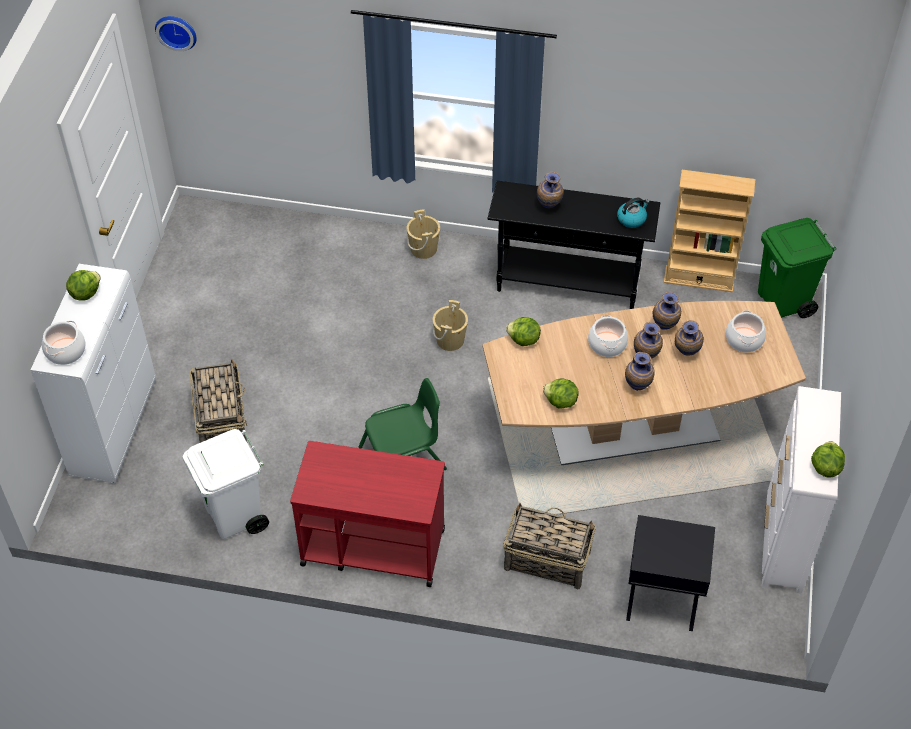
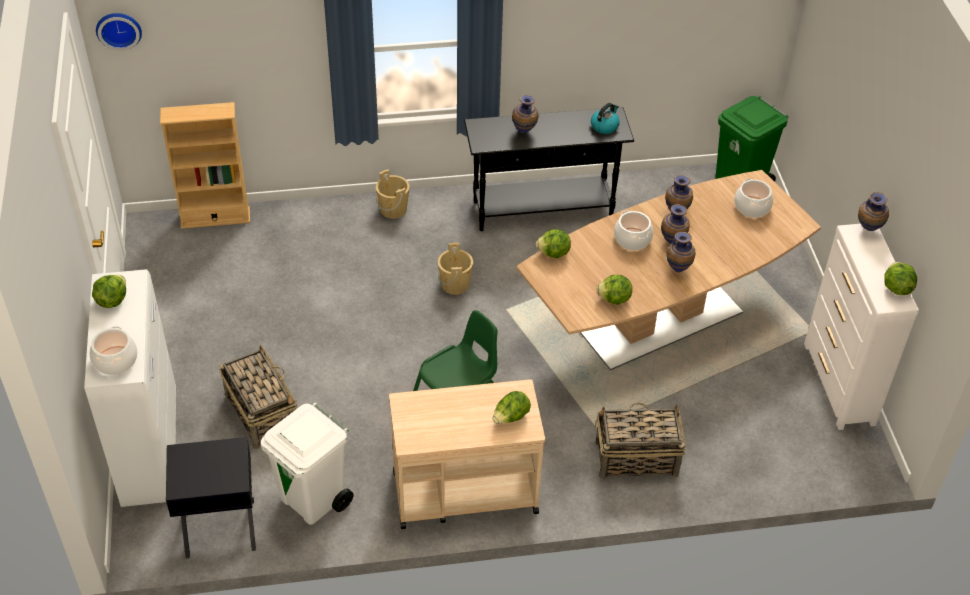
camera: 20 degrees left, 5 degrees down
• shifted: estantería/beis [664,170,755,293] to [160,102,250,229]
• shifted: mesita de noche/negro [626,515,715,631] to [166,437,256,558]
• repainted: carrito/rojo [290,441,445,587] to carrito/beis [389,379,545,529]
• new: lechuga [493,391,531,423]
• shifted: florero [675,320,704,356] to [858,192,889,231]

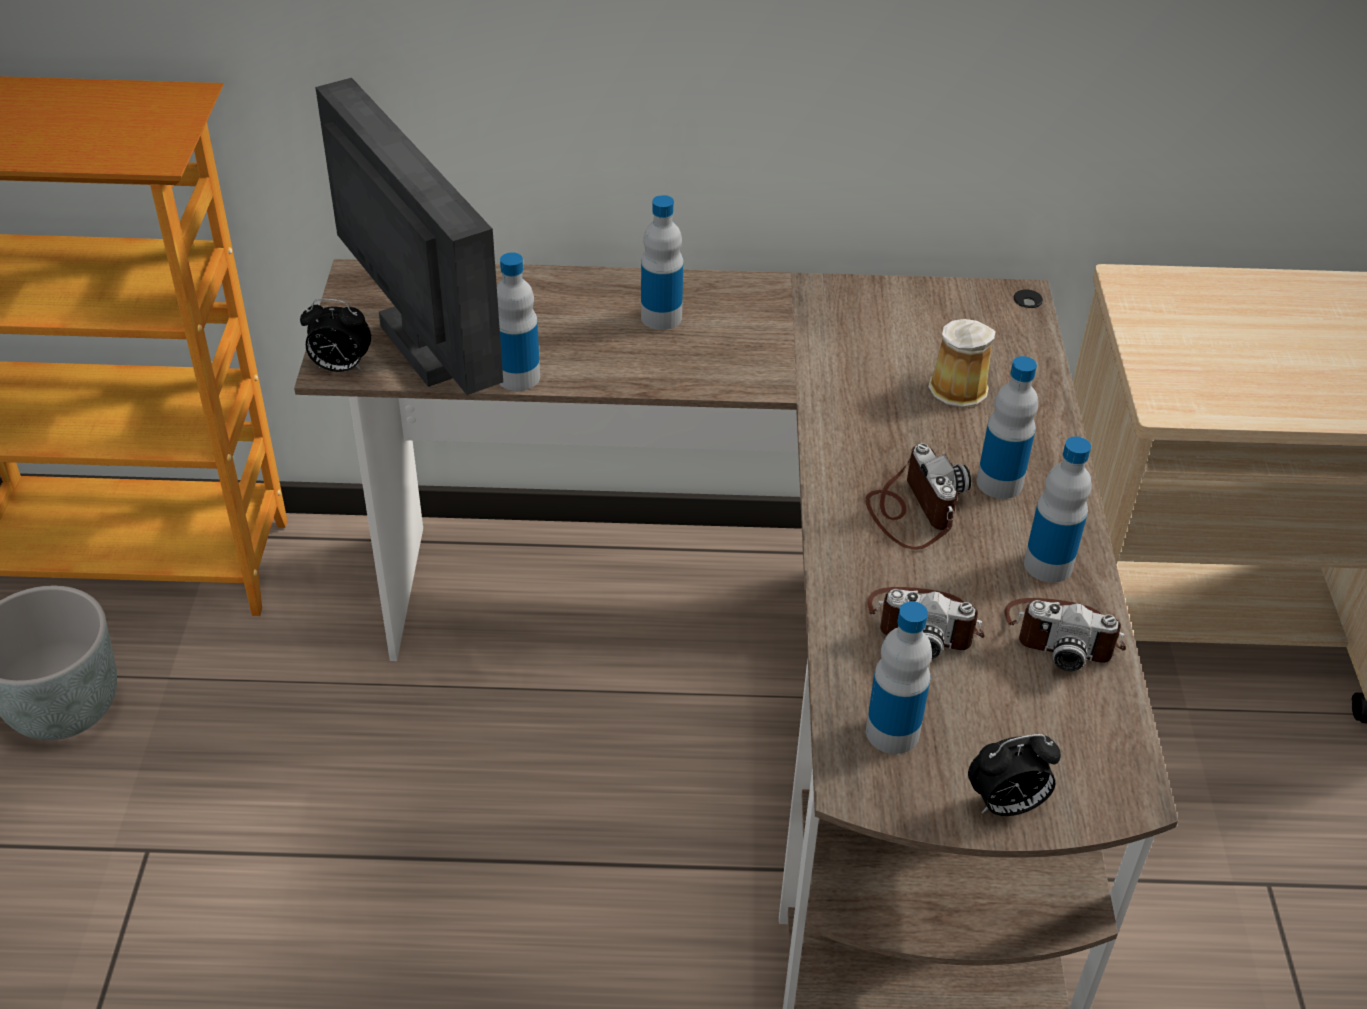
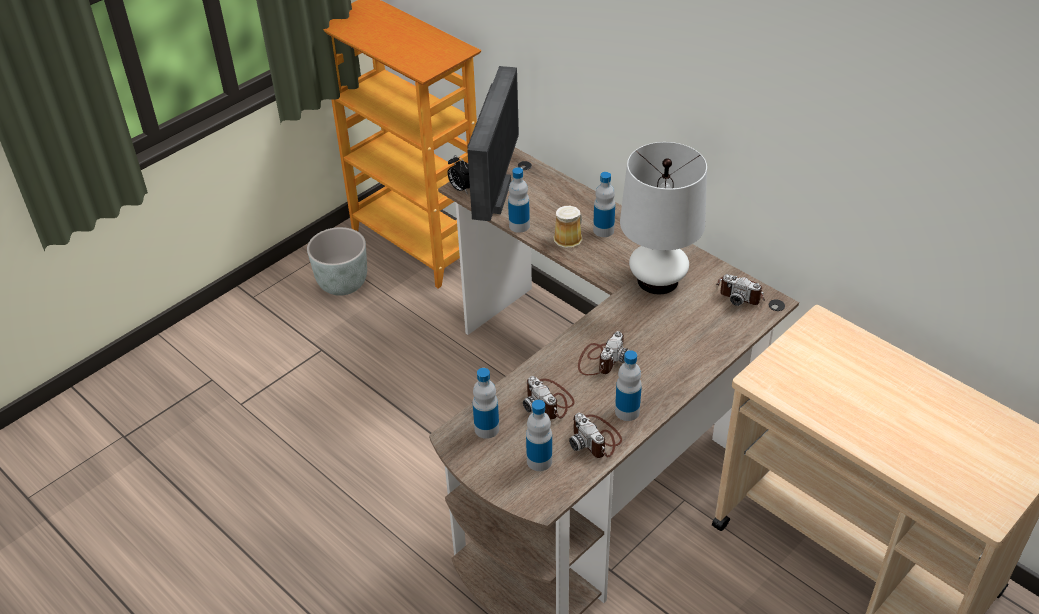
camera: 45 degrees right, 0 degrees up
• shifted: botella [977,356,1038,499] to [526,400,552,471]
• shifted: taza grande [928,319,996,407] to [554,206,583,248]
• new: lámpara de mesa/blanco [620,142,707,294]
• new: cámara [716,274,765,306]
• gone: despertador [968,734,1061,816]

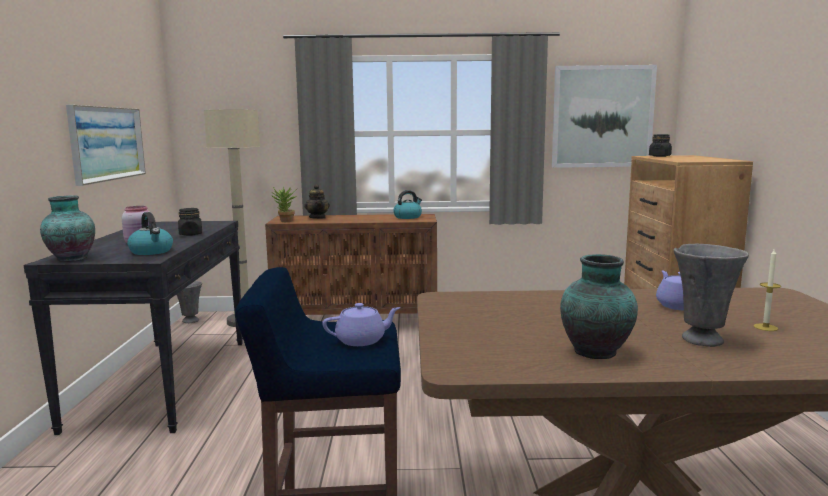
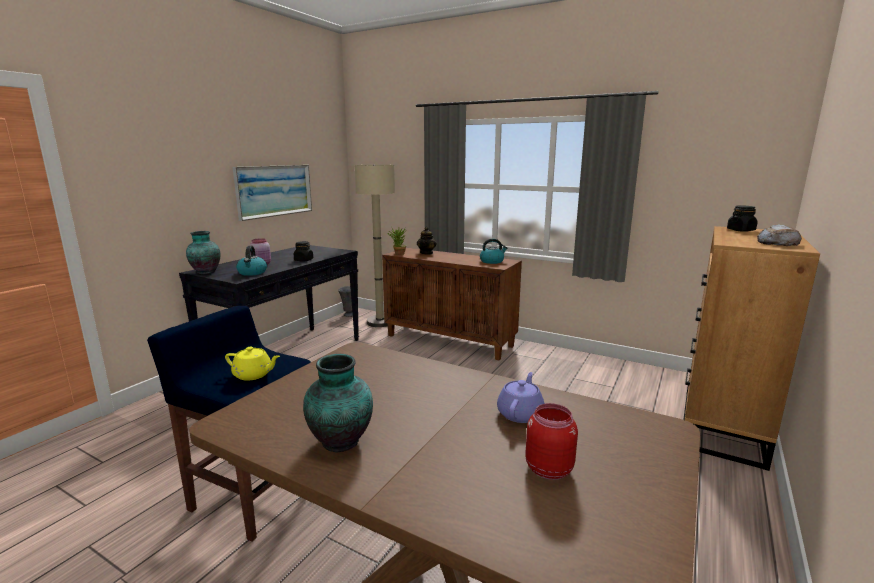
camera: 30 degrees right, 5 degrees up
• repainted: tetera/morado [322,303,400,346] to tetera/amarillo [225,347,280,381]
• swapped: vela [753,248,781,331] to tarro/rojo [526,403,578,480]
• new: pan [757,224,802,246]
• gone: cuadro [552,65,657,168]
• gone: florero/gris [674,244,749,347]

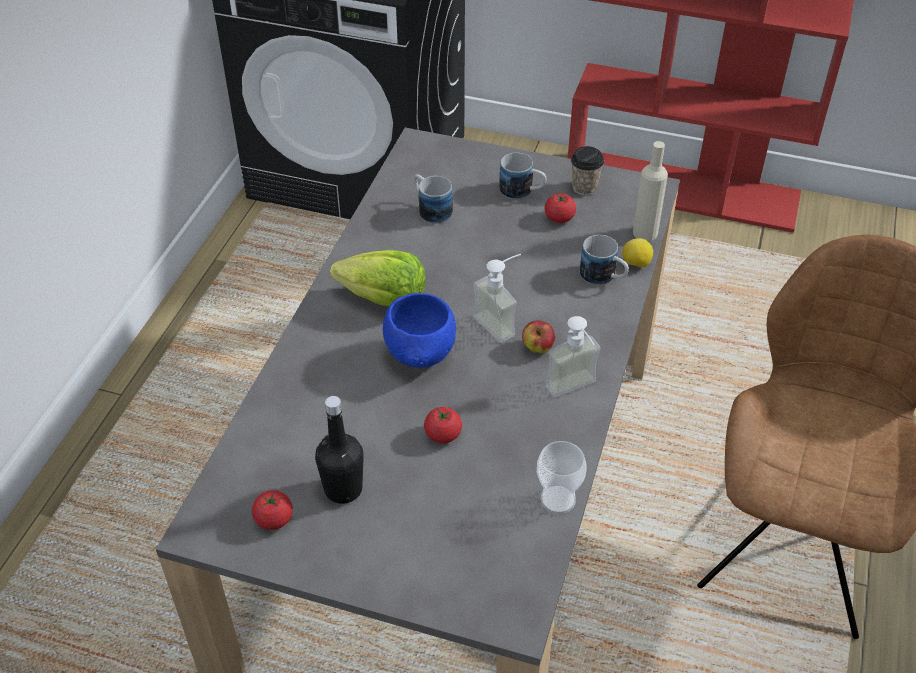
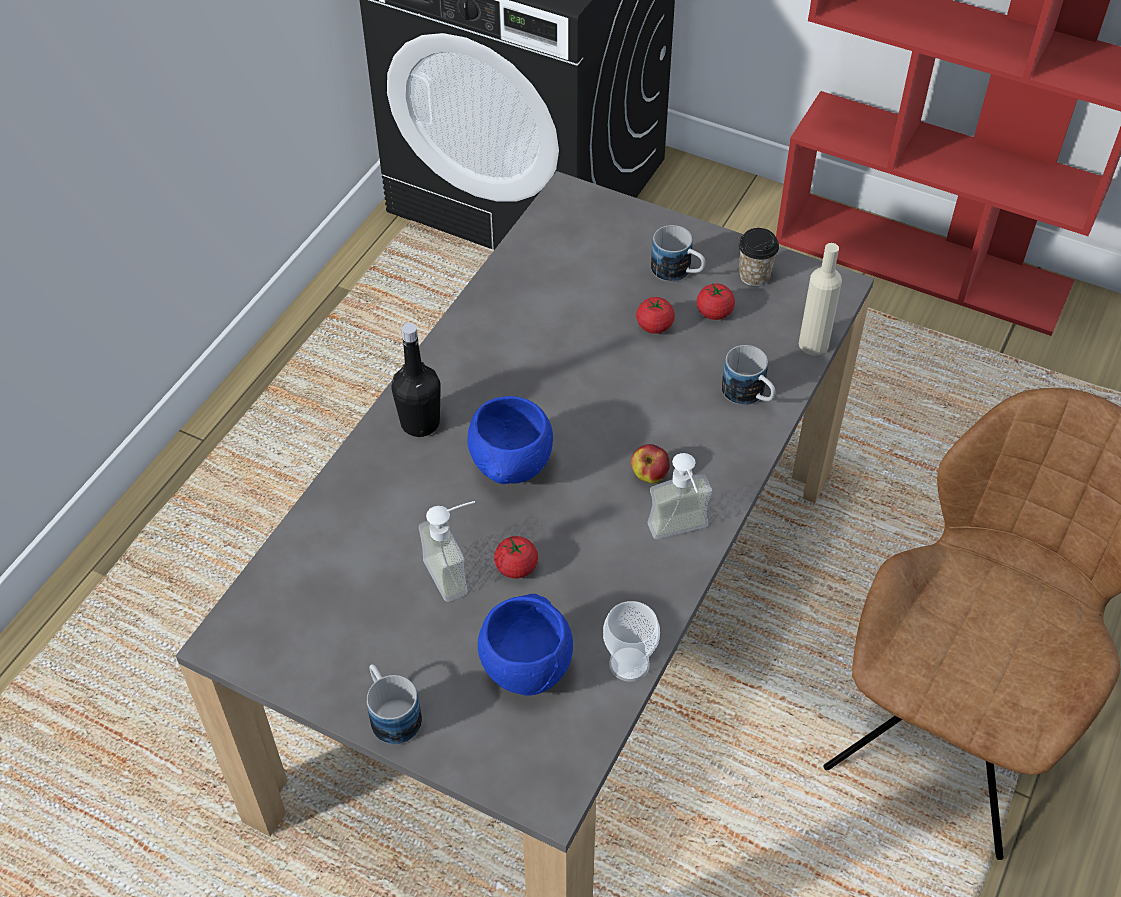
camera: 10 degrees right, 5 degrees up
• shifted: taza grande [414,174,453,224] to [367,664,422,744]
• shifted: botella/negro [315,396,364,504] to [391,323,441,437]
• shifted: dispensador de jabón [473,254,521,343] to [419,501,475,602]
• new: cuenco/azul [478,594,573,696]
• shifted: tomate [252,490,293,530] to [636,297,675,334]
• gone: lechuga [330,250,426,307]
• gone: limón [622,238,653,268]

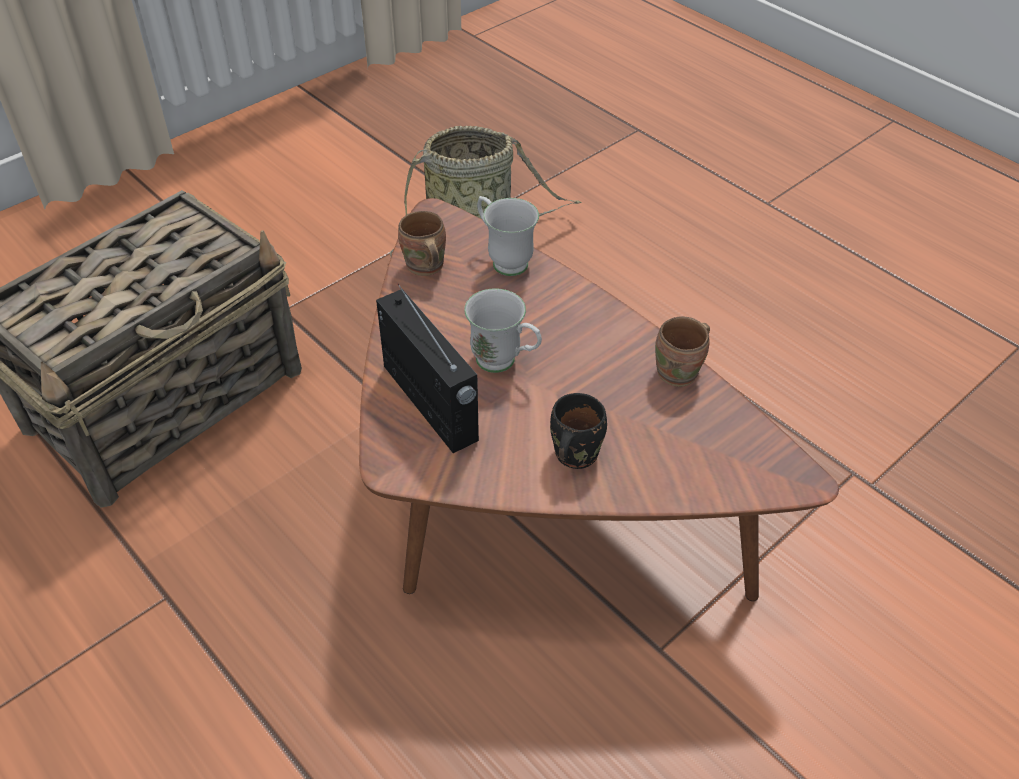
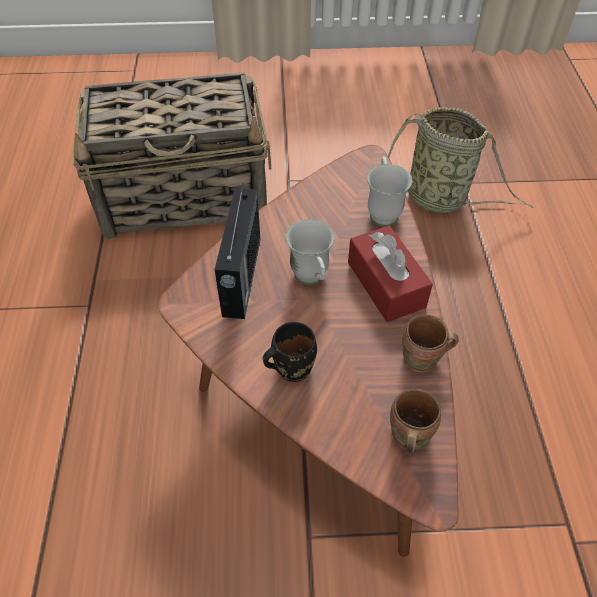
camera: 40 degrees right, 5 degrees up
• new: caja de pañuelos/rojo [348,226,433,322]
• shifted: taza grande/marrón [398,211,446,276] to [390,389,441,453]

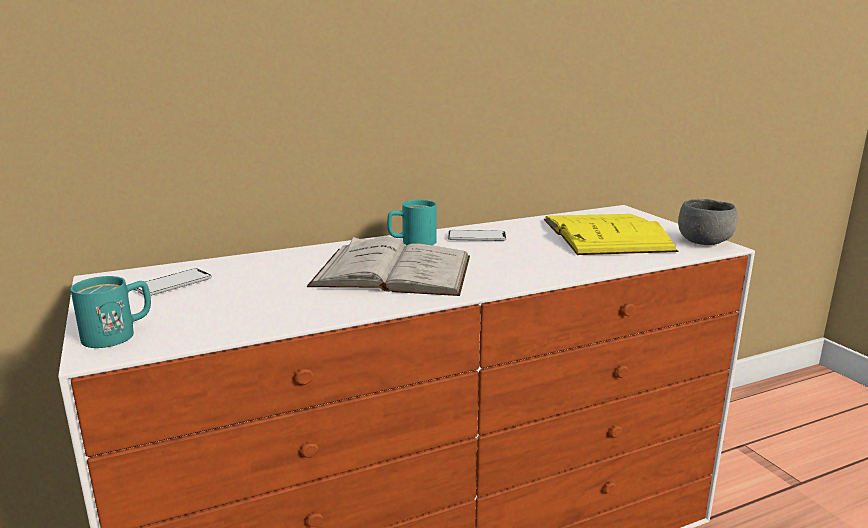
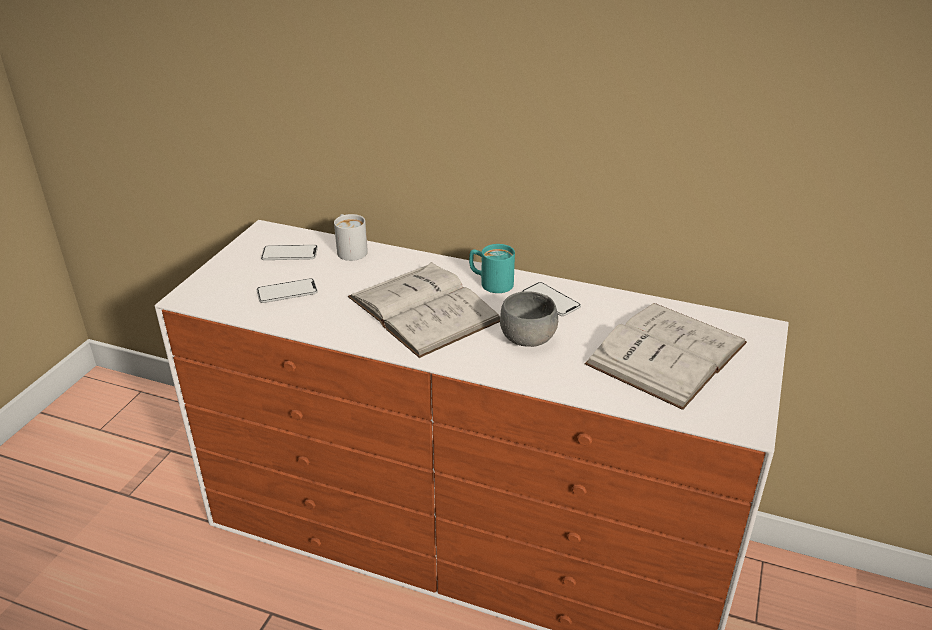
camera: 45 degrees right, 15 degrees up
• new: móvil [257,278,318,303]
• new: taza grande/blanco [334,214,368,261]
• shifted: cuenco/gris [678,198,738,245] to [500,291,558,347]
• repainted: libro/amarillo [544,214,678,255] to libro/blanco [585,303,747,410]
• gone: taza grande/turquesa [70,276,151,348]

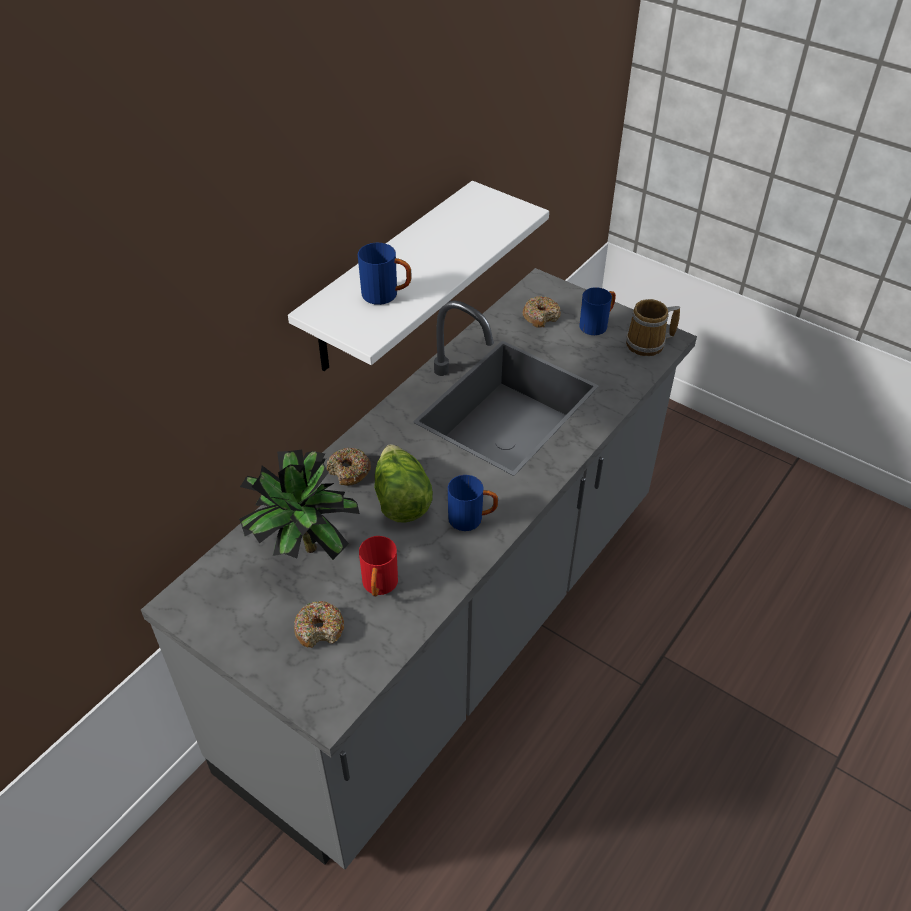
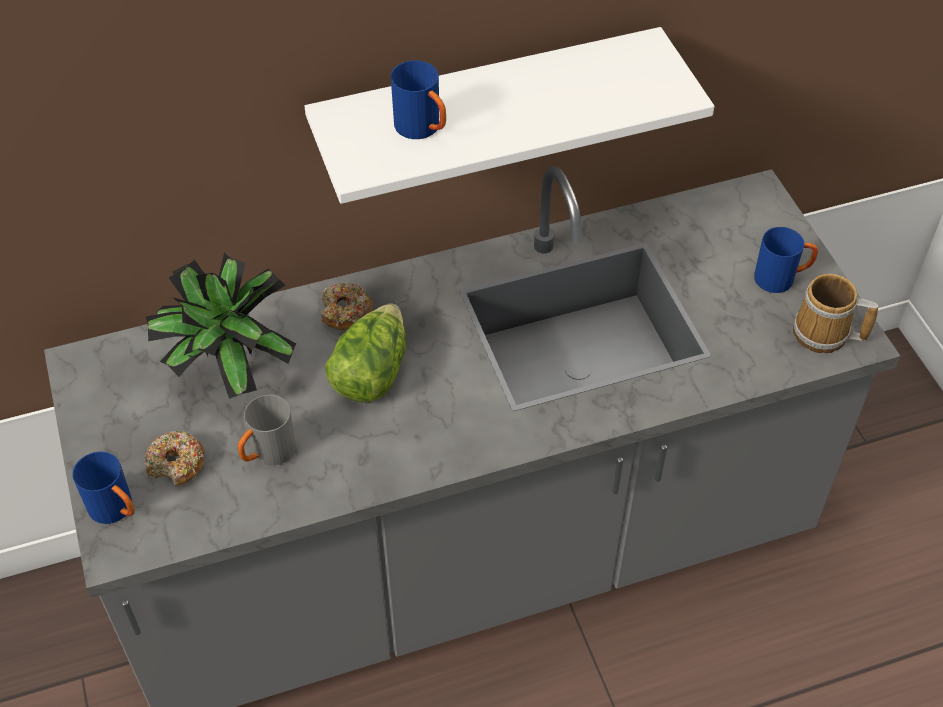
camera: 35 degrees right, 5 degrees up
• shifted: taza grande/azul [448,475,498,531] to [73,452,135,524]
• repainted: taza grande/rojo [359,536,398,597] to taza grande/gris [238,395,296,465]
• gone: rosquilla [523,296,561,328]

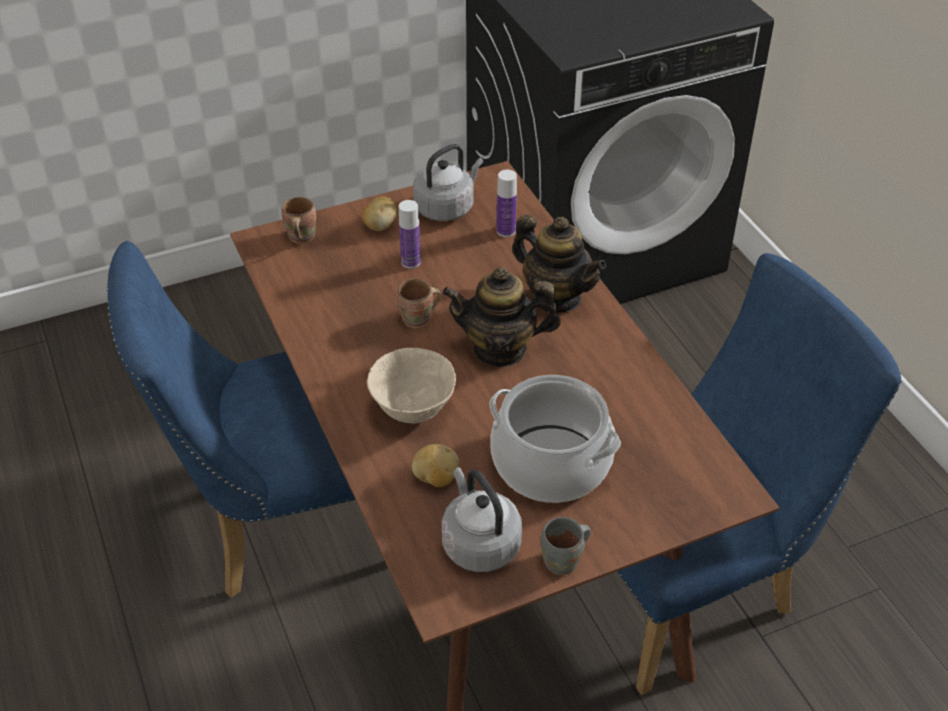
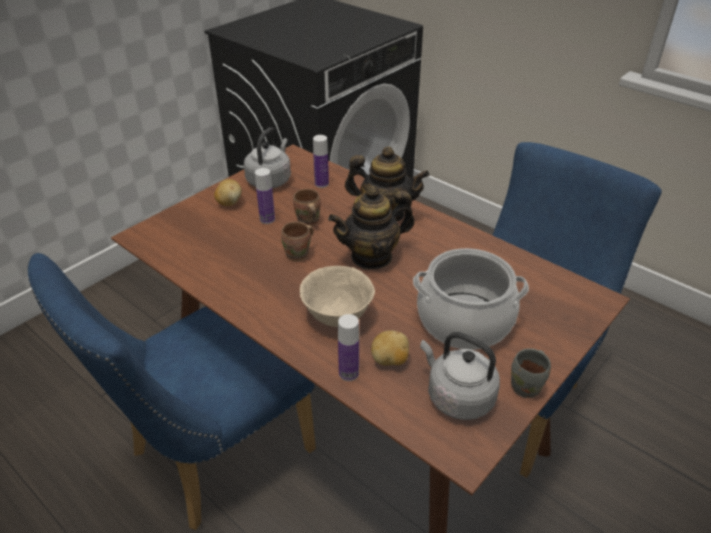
camera: 25 degrees left, 5 degrees down
• shifted: taza grande/marrón [281,197,316,244] to [293,189,321,226]
• new: botella [338,314,359,381]

